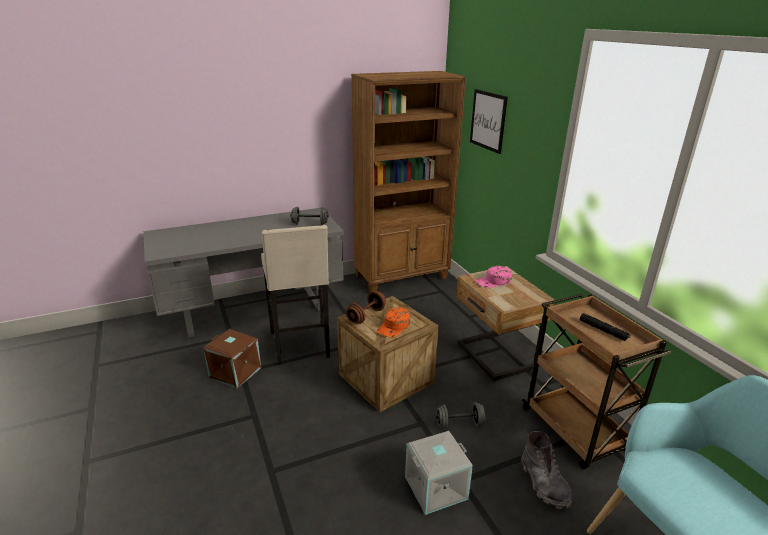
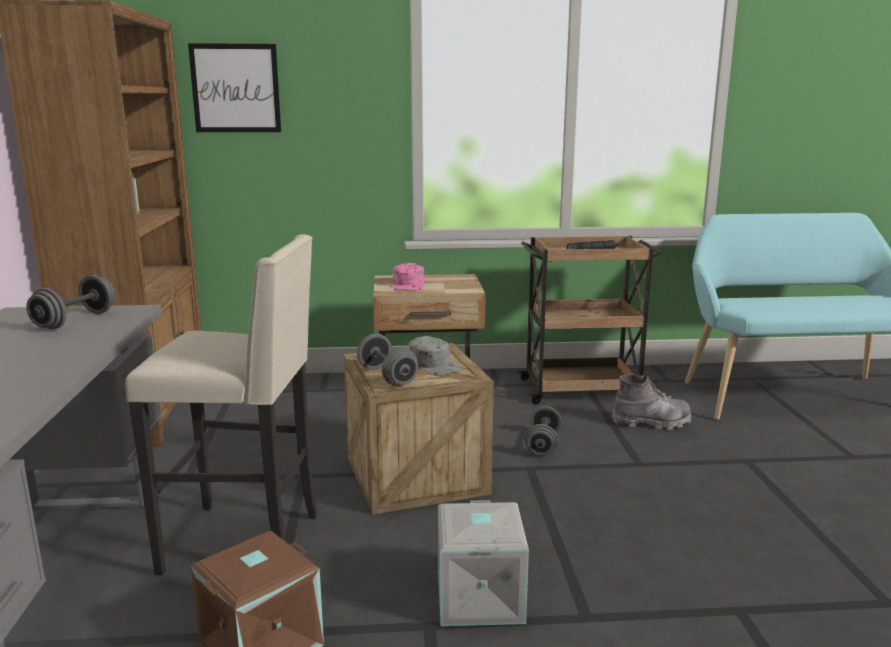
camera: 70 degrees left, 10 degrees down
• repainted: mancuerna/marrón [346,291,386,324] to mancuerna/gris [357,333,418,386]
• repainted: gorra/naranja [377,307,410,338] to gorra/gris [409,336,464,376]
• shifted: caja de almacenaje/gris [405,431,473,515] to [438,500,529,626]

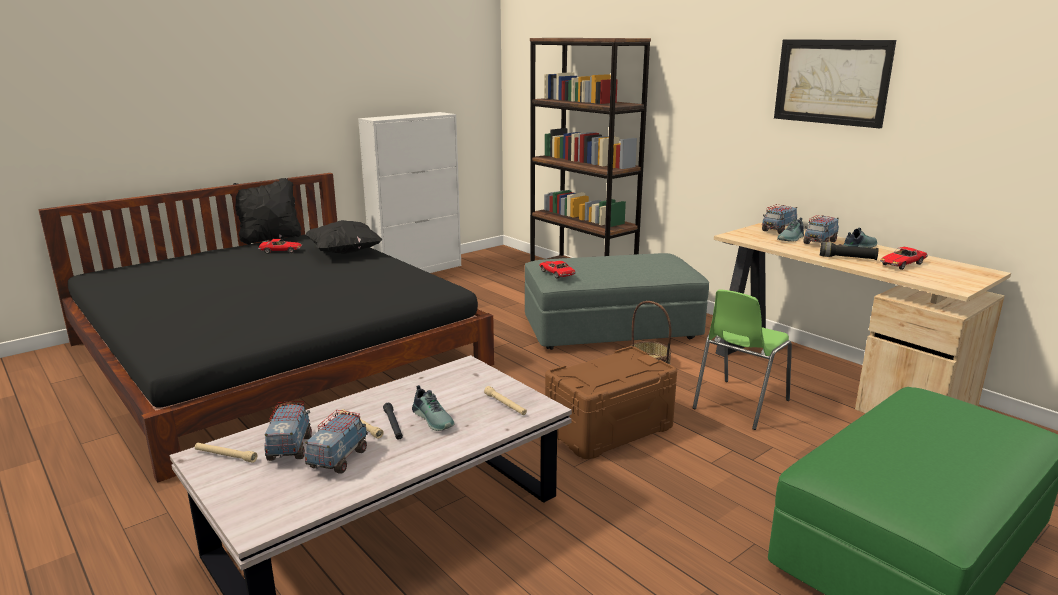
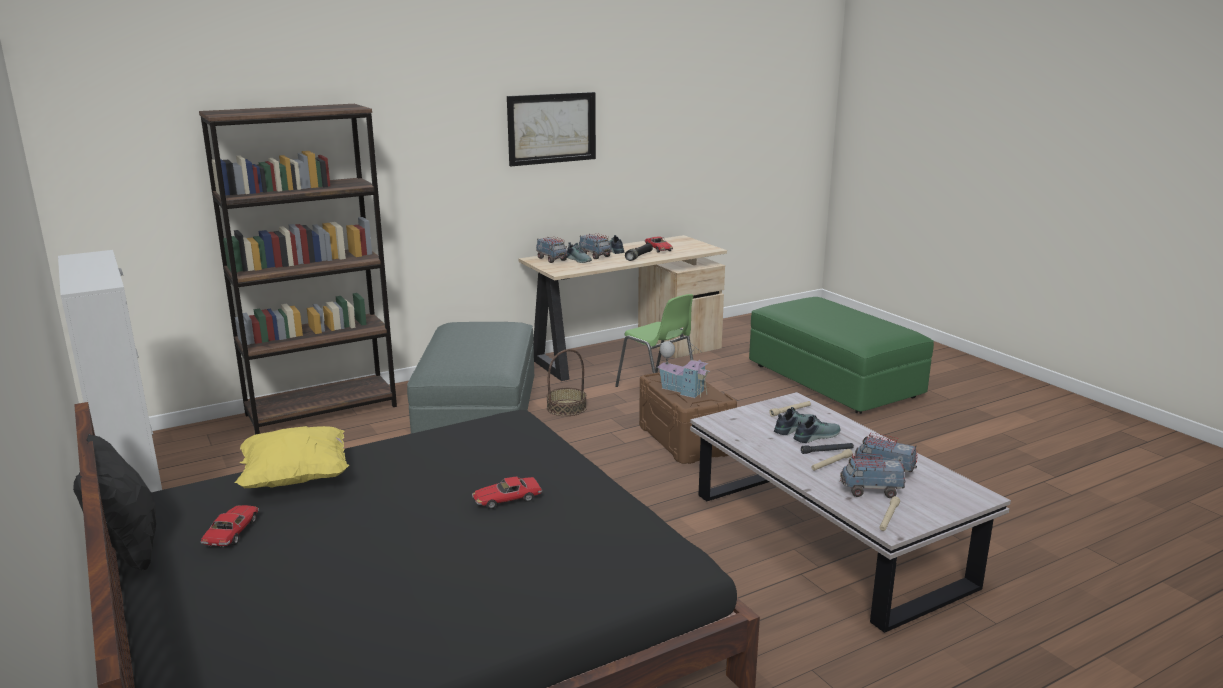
camera: 80 degrees left, 0 degrees up
• repainted: cojín/negro [305,220,382,254] to cojín/amarillo [235,426,349,488]
• shifted: coche de juguete [539,261,576,279] to [472,476,542,509]
• new: casita [657,341,711,398]
• new: zapato [774,407,815,435]

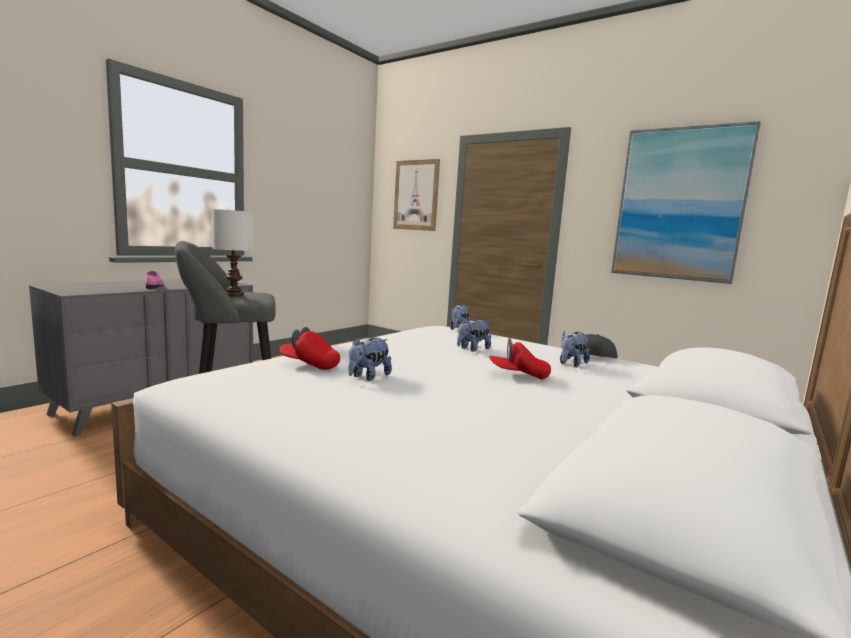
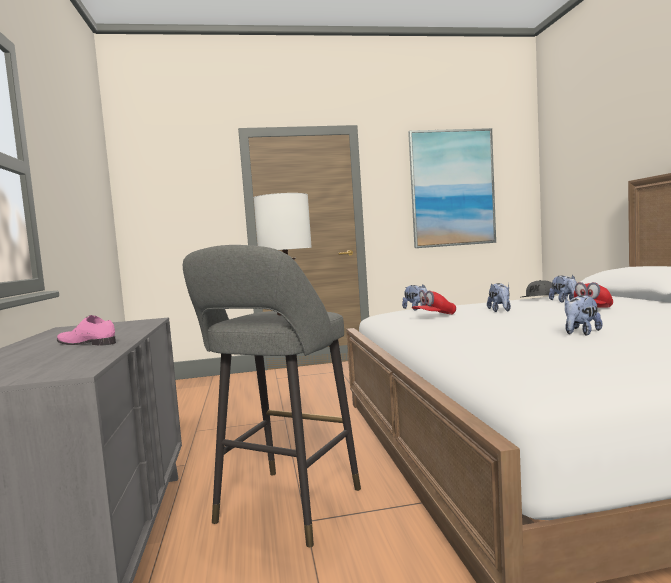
camera: 45 degrees left, 5 degrees down
• shifted: gorra/rojo [279,327,340,370] to [412,290,456,314]
• rotated: peluche [348,337,392,381] = [565,295,602,336] 60 degrees clockwise
• gone: cuadro [393,159,440,231]

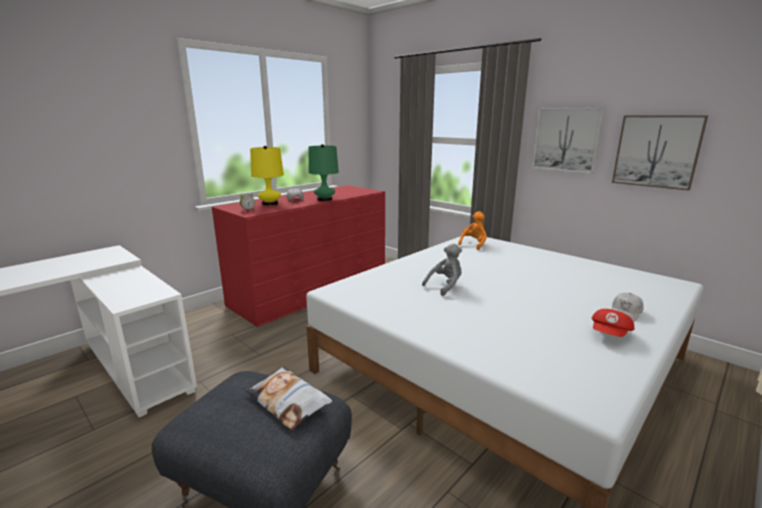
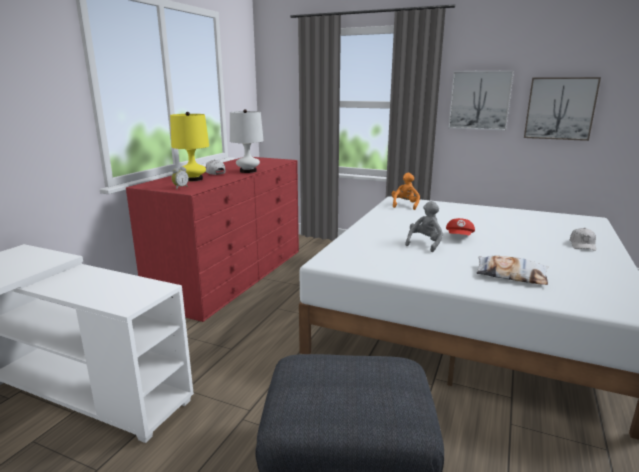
camera: 20 degrees left, 0 degrees up
• repainted: lámpara de mesa/verde [308,144,339,201] to lámpara de mesa/blanco [230,109,264,173]
• shifted: gorra/rojo [592,309,634,337] to [446,218,475,235]
• shifted: cojín [246,367,332,430] to [476,256,549,285]

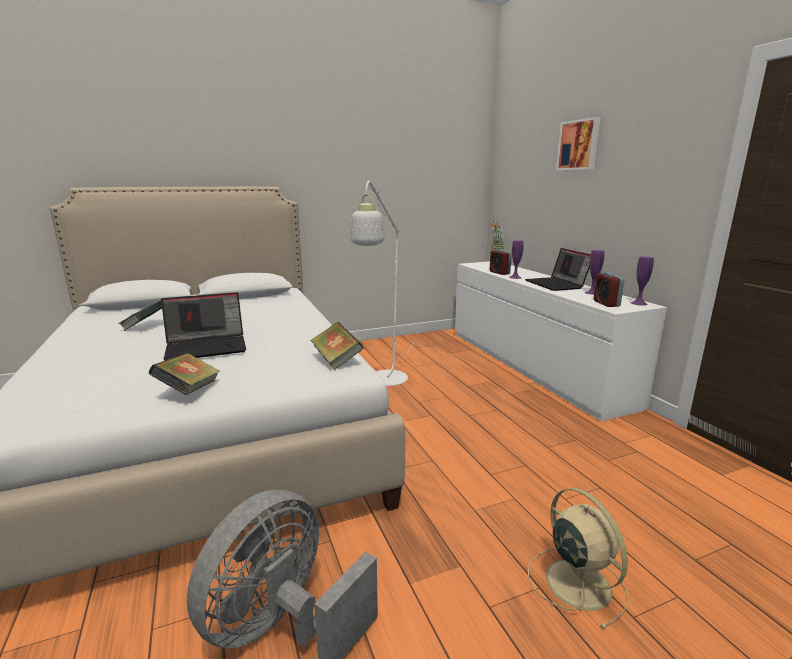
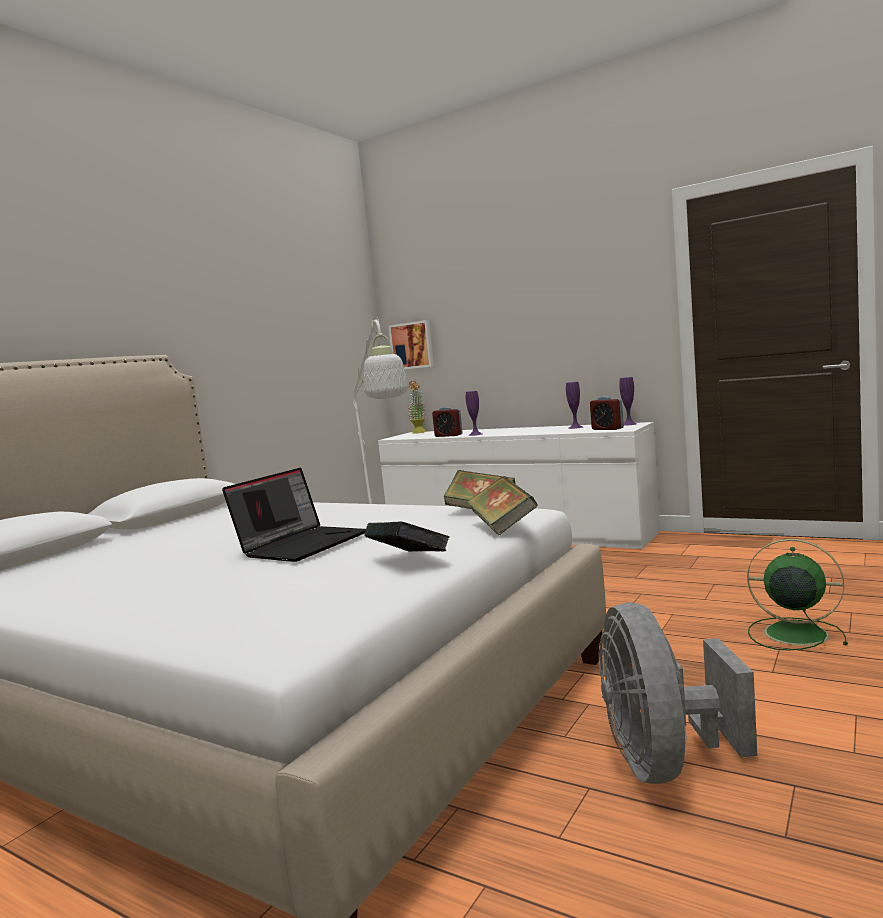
camera: 35 degrees left, 10 degrees down
• shifted: cuadro [556,117,600,170] to [388,320,434,369]
• shifted: libro [118,300,162,331] to [467,476,537,536]
• repainted: ventilador/beis [528,488,629,630] to ventilador/verde [747,539,848,651]
• gone: portátil [525,248,591,291]

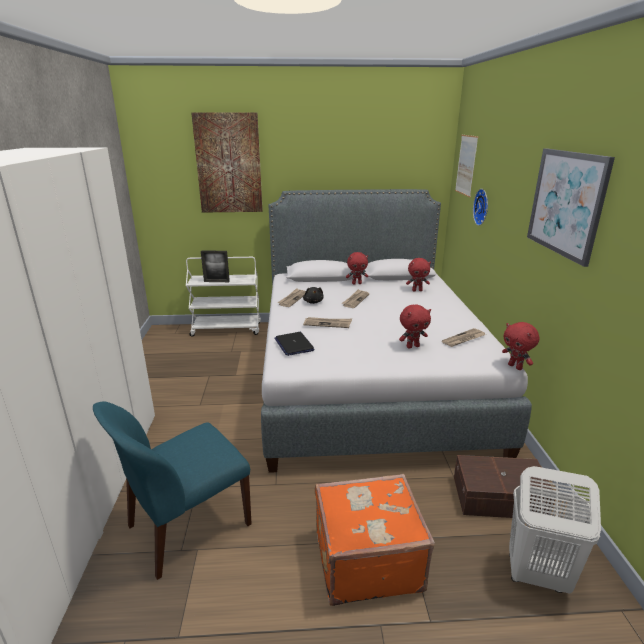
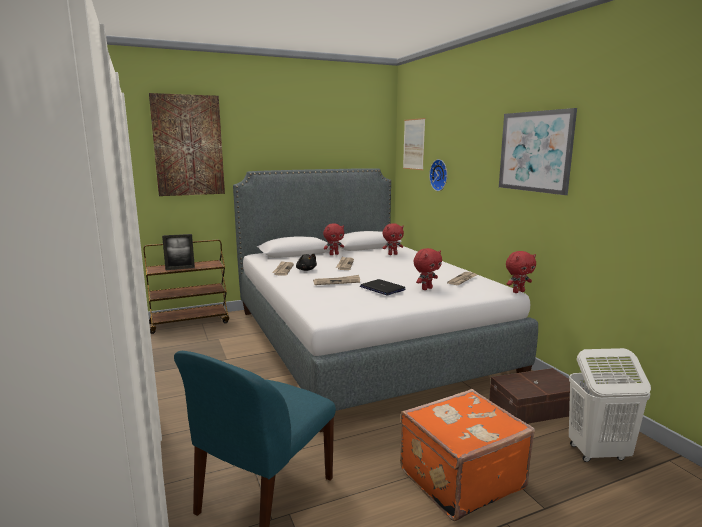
camera: 20 degrees left, 10 degrees down
• repainted: carrito/blanco [186,257,261,337] to carrito/marrón [144,239,229,334]
• shifted: portátil [274,332,315,356] to [360,279,405,295]
• rotated: peluche/rojo [502,322,540,370] = [506,251,536,293] 60 degrees counterclockwise

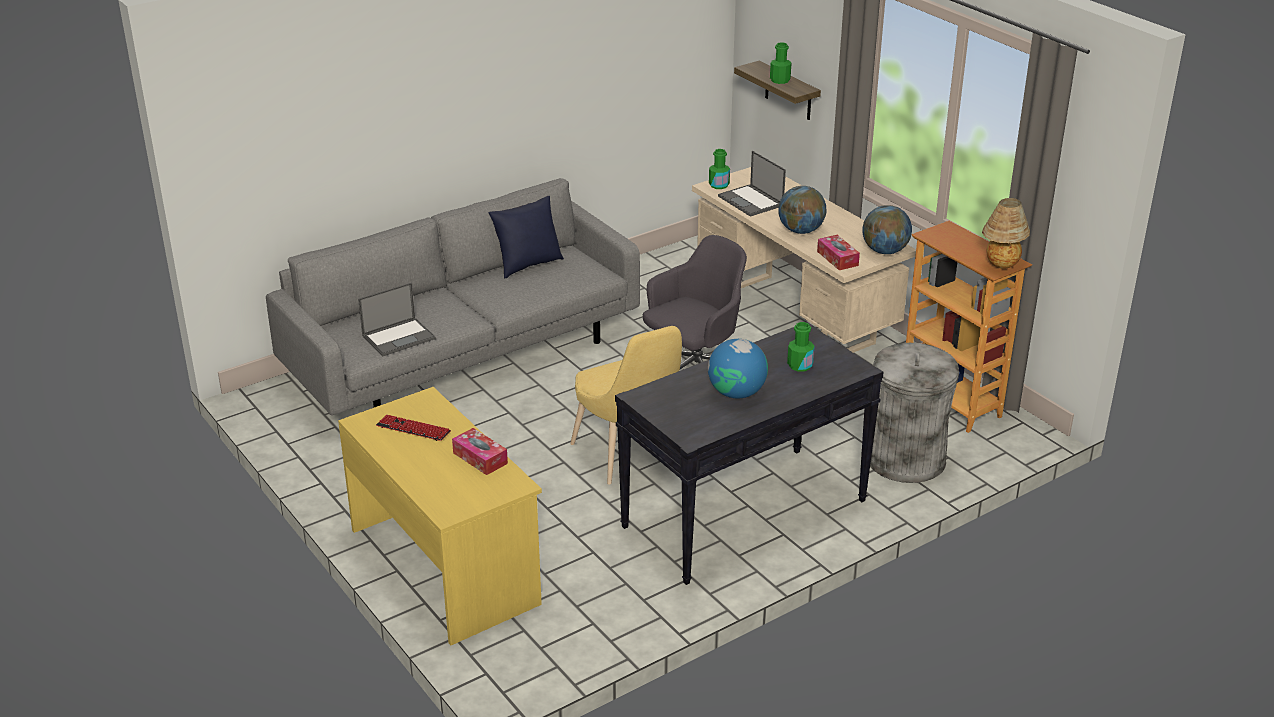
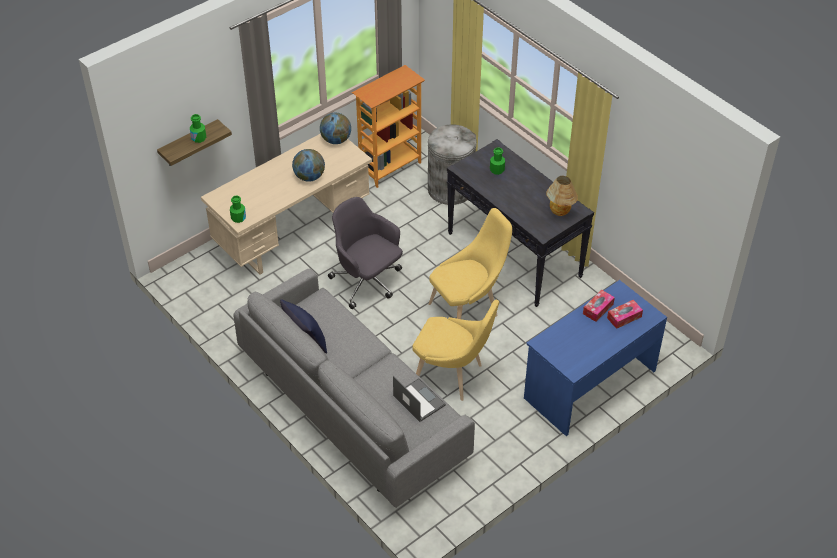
camera: 95 degrees left, 15 degrees up
• new: silla/amarillo [412,300,499,401]
• repainted: escritorio/amarillo [338,387,542,645] to escritorio/azul [524,280,667,436]
• shifted: lámpara de mesa [982,198,1030,269] to [546,176,578,216]
• shifted: caja de pañuelos [817,235,860,270] to [607,300,643,329]
• gone: teclado [376,415,451,441]
• gone: globo terráqueo [708,339,768,399]
• gone: portátil [718,151,786,217]

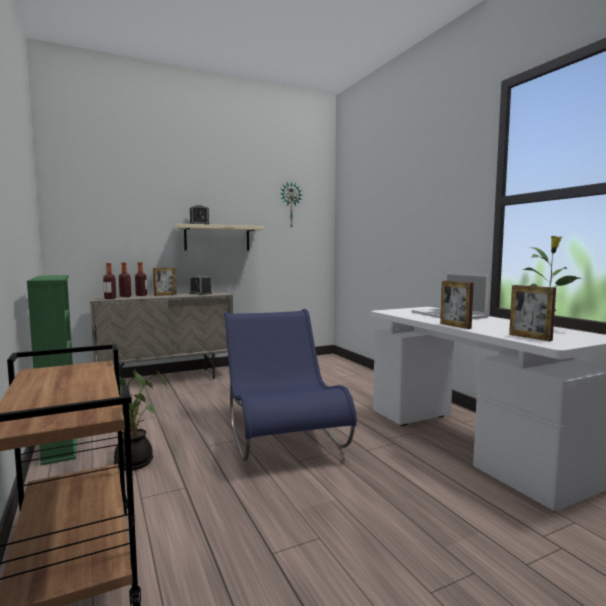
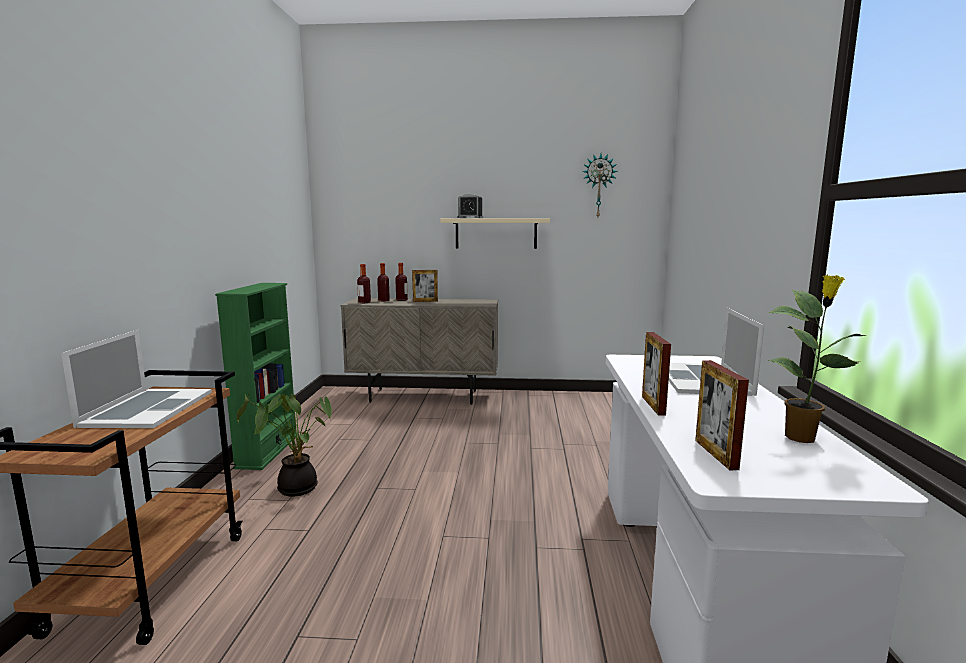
camera: 30 degrees right, 5 degrees up
• new: portátil [61,330,212,428]
• gone: despertador [189,274,212,295]
• gone: silla/azul [224,309,357,461]

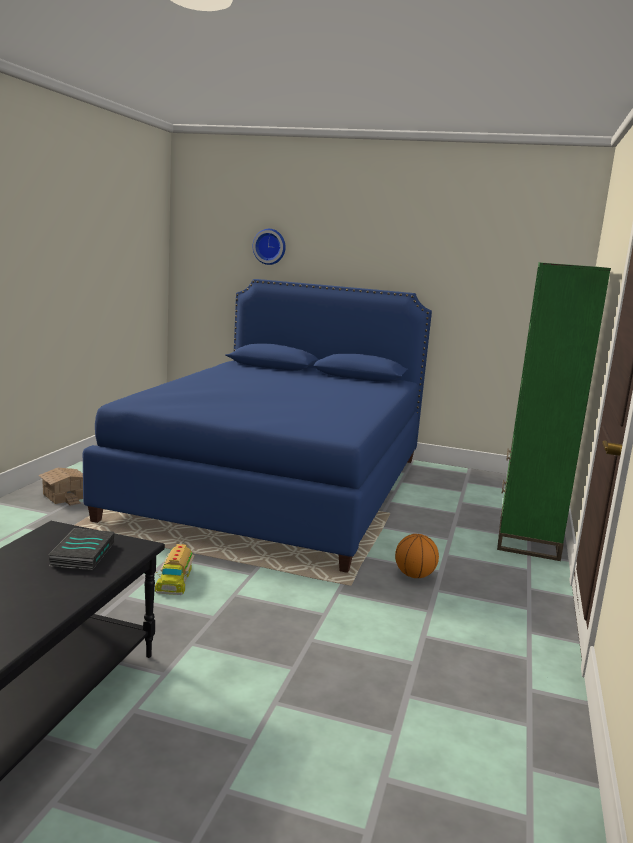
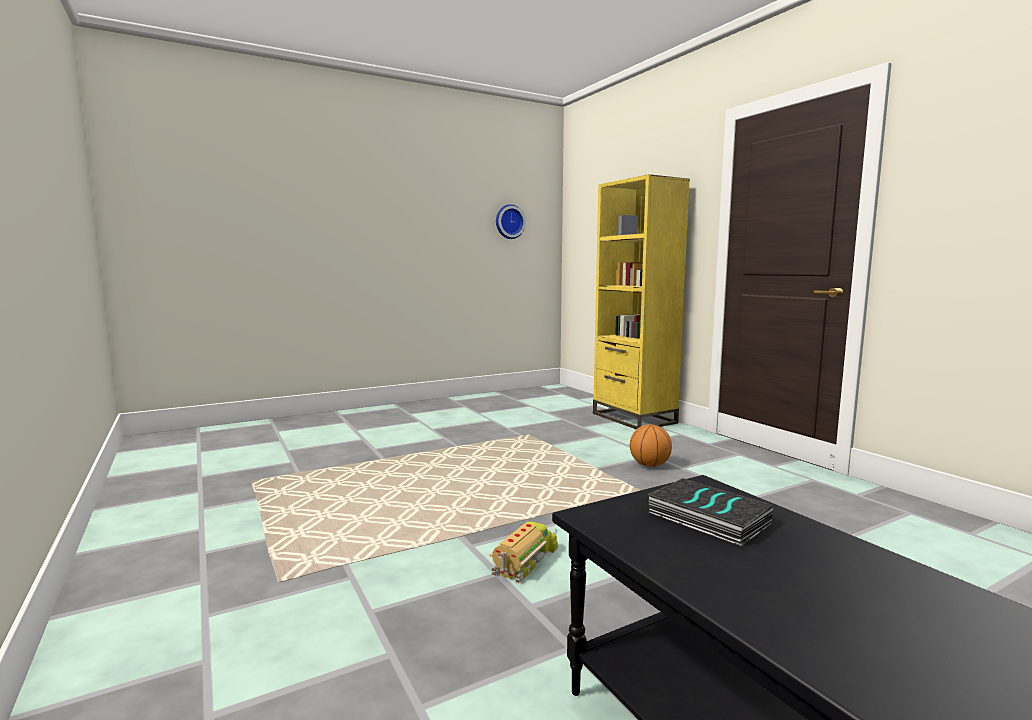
camera: 45 degrees left, 5 degrees down
• rotated: camión de juguete [155,544,194,595] = [490,520,558,584] 105 degrees counterclockwise
• shifted: reloj de pared [252,229,286,265] to [496,204,526,239]
• repainted: estantería/verde [497,262,611,561] to estantería/amarillo [593,174,690,429]
• gone: casita [38,468,83,506]
• gone: cama/azul [83,279,432,573]

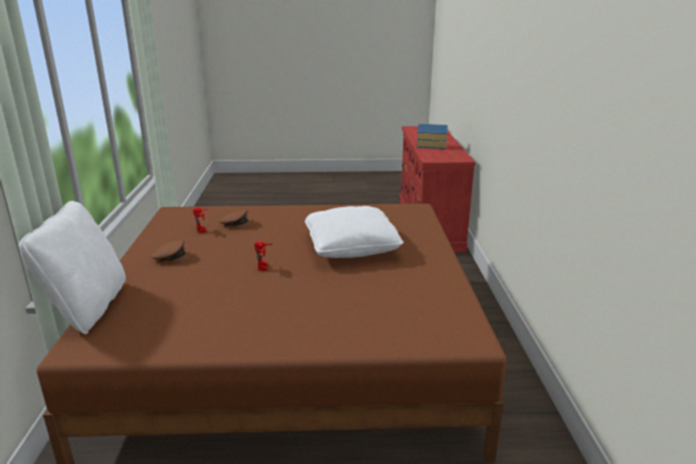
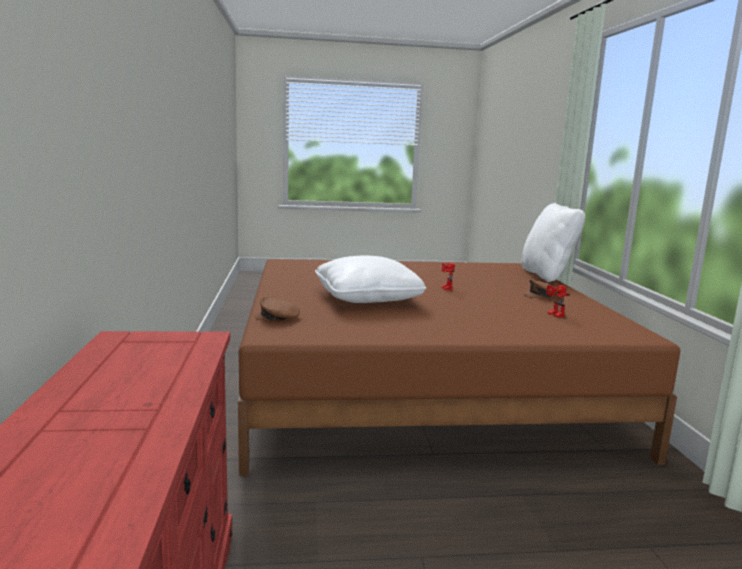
camera: 175 degrees right, 10 degrees down
• shifted: gorra/marrón [219,210,253,228] to [254,296,300,321]
• gone: casita [417,124,448,149]

